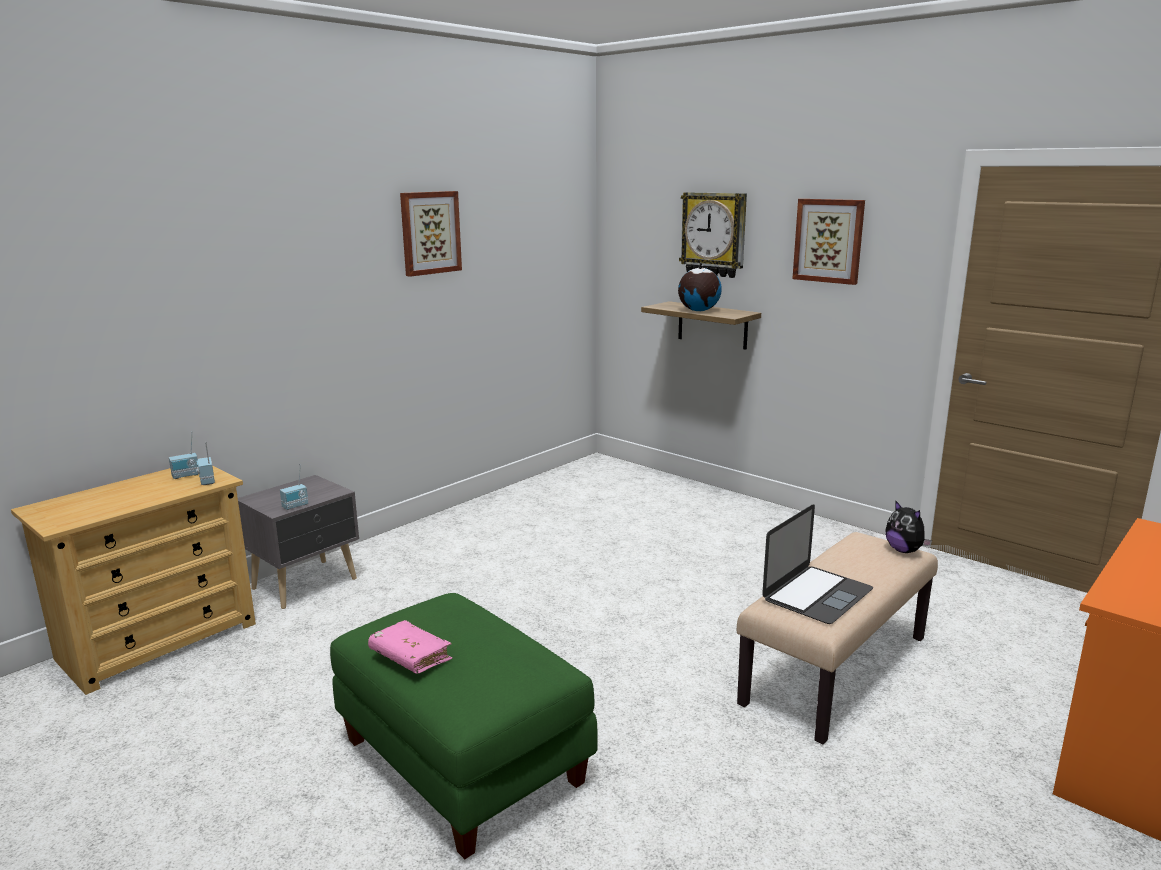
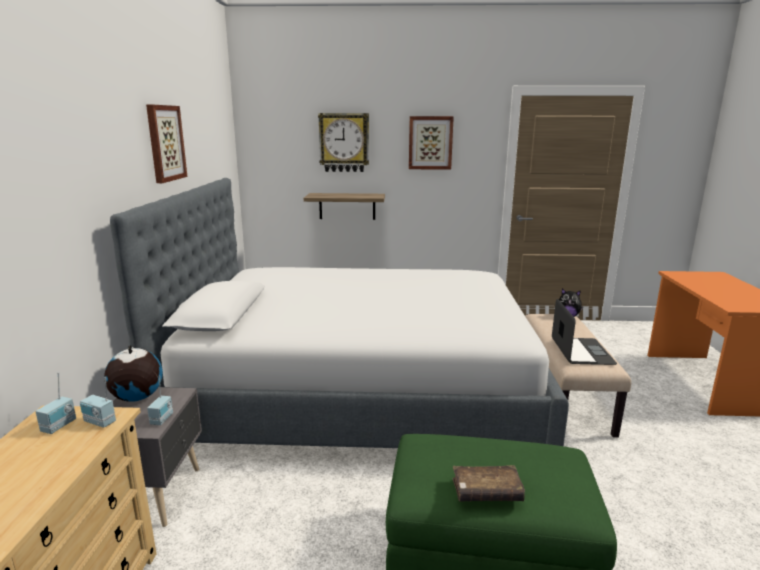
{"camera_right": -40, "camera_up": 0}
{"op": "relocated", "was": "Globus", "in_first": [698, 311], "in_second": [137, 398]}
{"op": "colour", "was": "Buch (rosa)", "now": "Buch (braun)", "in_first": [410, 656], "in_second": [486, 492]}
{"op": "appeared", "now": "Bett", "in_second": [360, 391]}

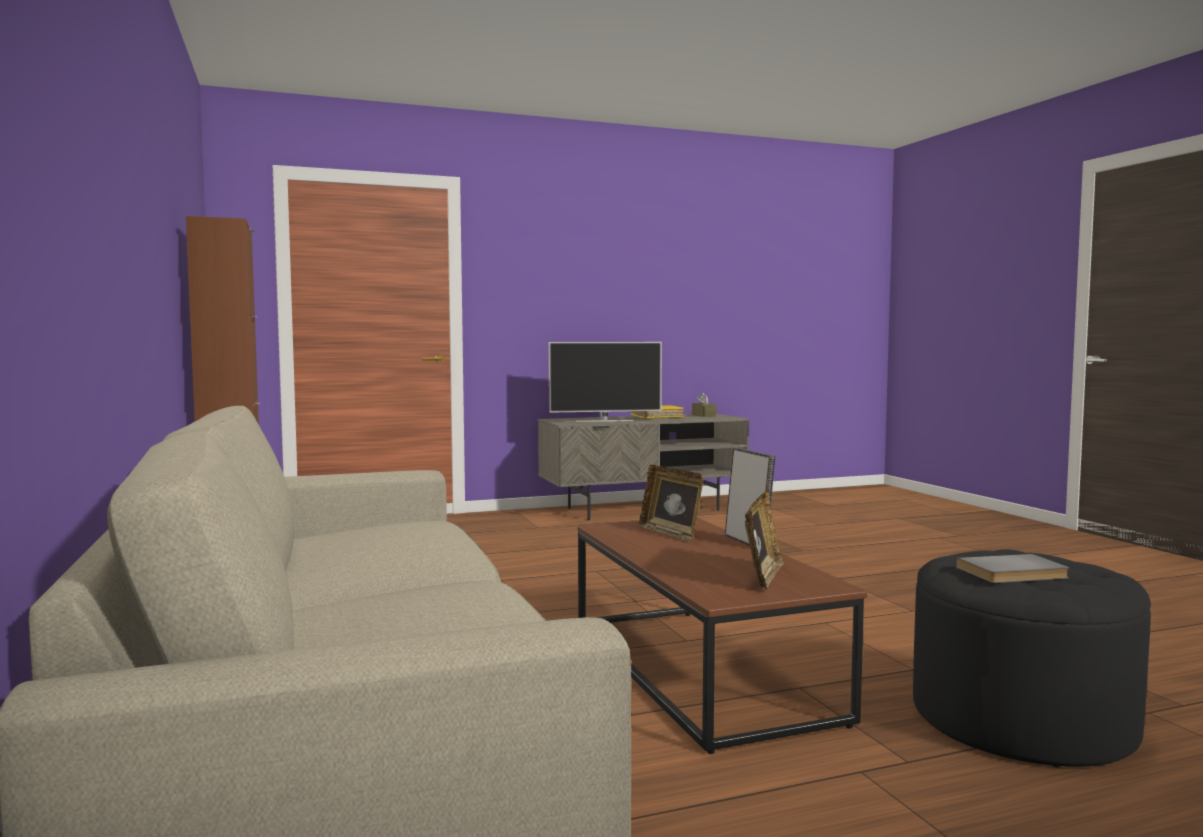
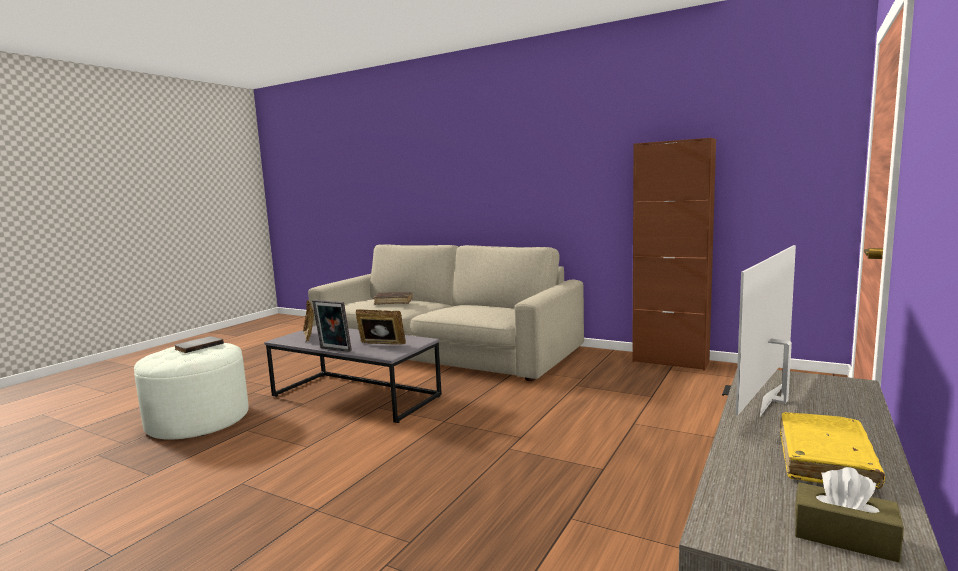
{"camera_right": 140, "camera_up": 5}
{"op": "colour", "was": "Couchtisch (braun)", "now": "Couchtisch (grau)", "in_first": [699, 669], "in_second": [355, 397]}
{"op": "colour", "was": "Polsterhocker (schwarz)", "now": "Polsterhocker (weiß)", "in_first": [1021, 720], "in_second": [198, 420]}
{"op": "appeared", "now": "Buch (braun)", "in_second": [393, 302]}

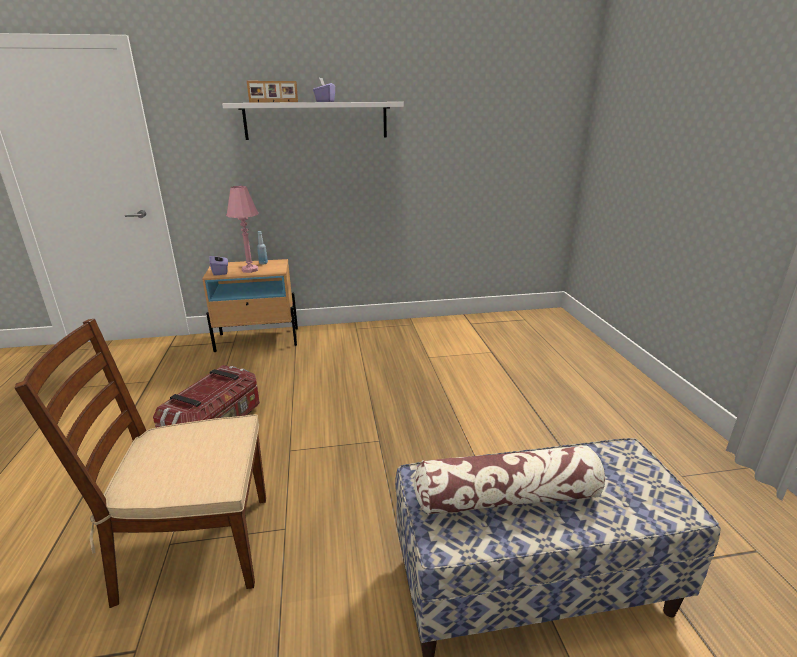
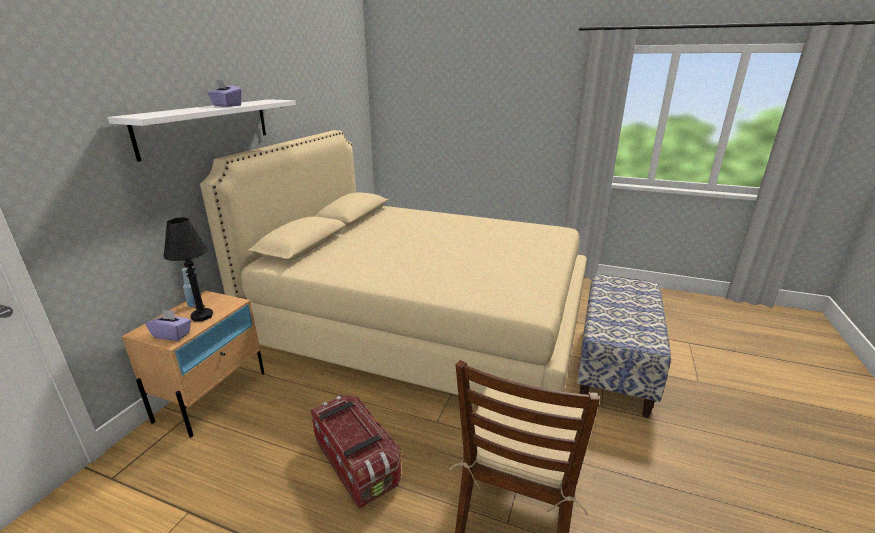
{"camera_right": -60, "camera_up": 0}
{"op": "missing", "was": "Bilderrahmen", "in_first": [273, 102]}
{"op": "colour", "was": "Tischlampe (rosa)", "now": "Tischlampe (schwarz)", "in_first": [250, 270], "in_second": [202, 316]}
{"op": "missing", "was": "Kissen", "in_first": [507, 497]}
{"op": "appeared", "now": "Bett (beige)", "in_second": [424, 326]}

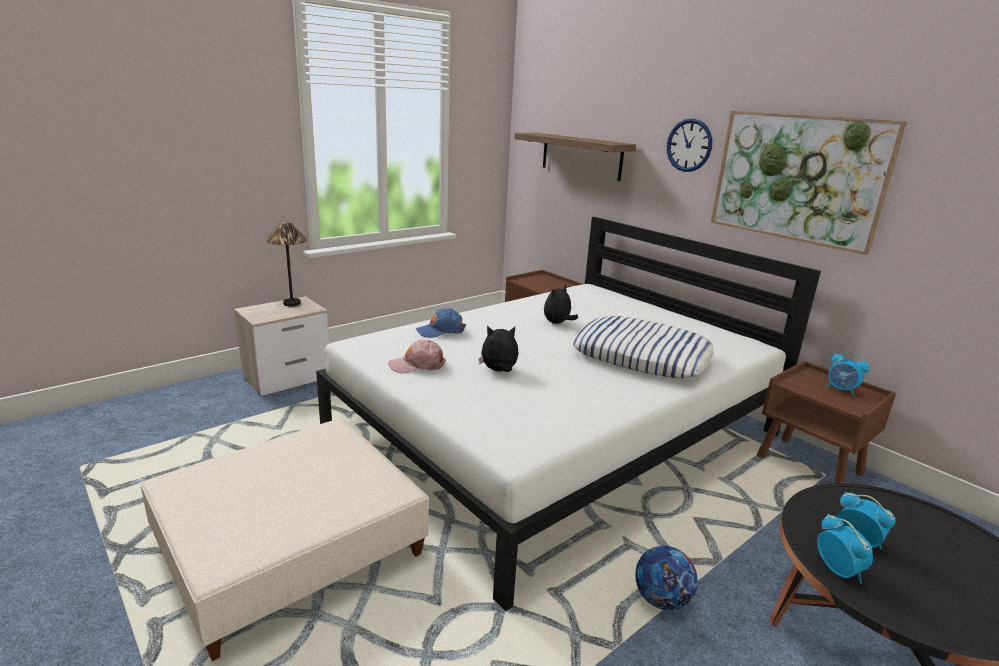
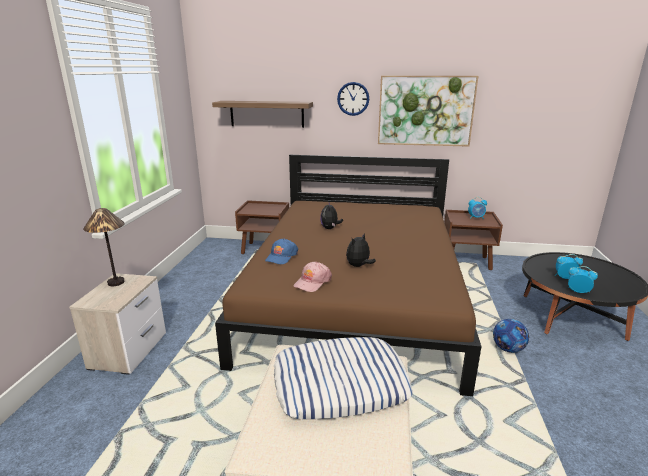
{"camera_right": -40, "camera_up": 0}
{"op": "colour", "was": "Bett (weiß)", "now": "Bett (braun)", "in_first": [558, 432], "in_second": [356, 297]}
{"op": "relocated", "was": "Kissen", "in_first": [641, 356], "in_second": [340, 384]}

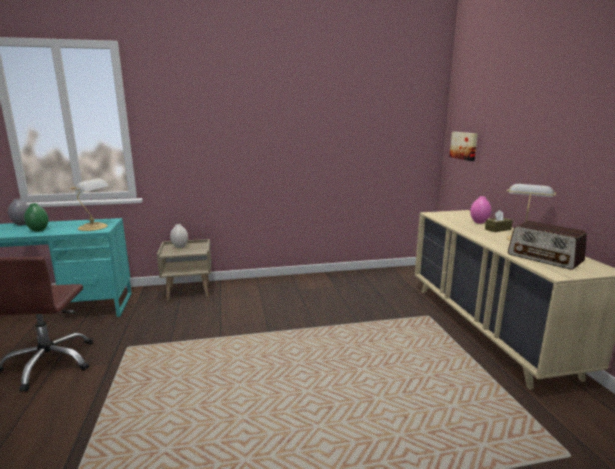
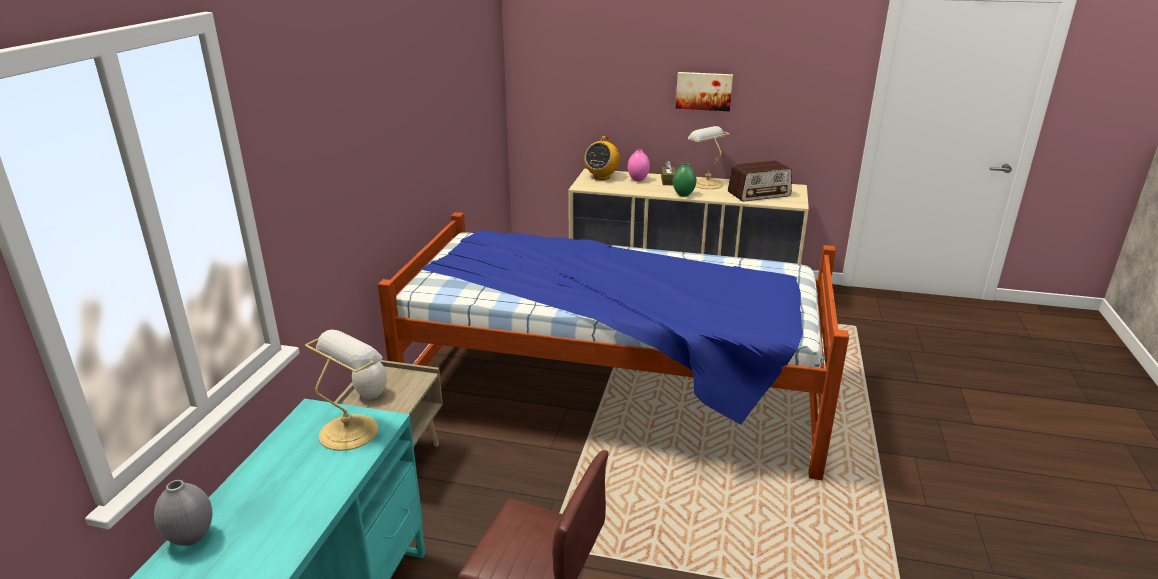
{"camera_right": -65, "camera_up": 10}
{"op": "relocated", "was": "Bild", "in_first": [464, 145], "in_second": [704, 91]}
{"op": "relocated", "was": "Vase (grün)", "in_first": [39, 230], "in_second": [683, 194]}
{"op": "appeared", "now": "Radio", "in_second": [601, 177]}
{"op": "appeared", "now": "Bett", "in_second": [614, 393]}

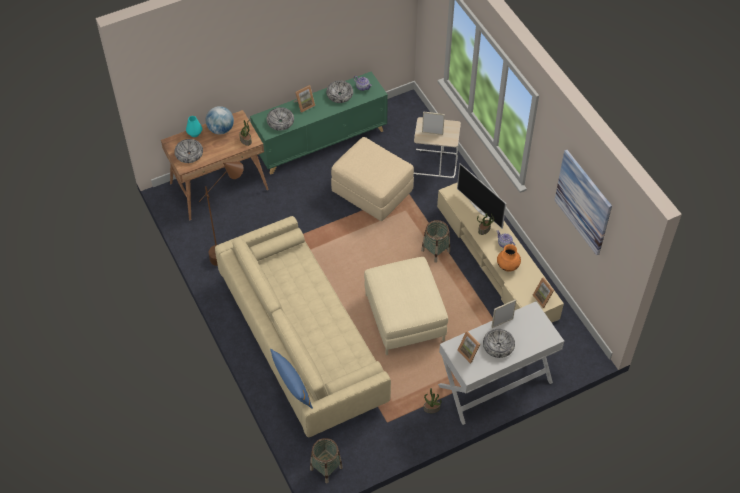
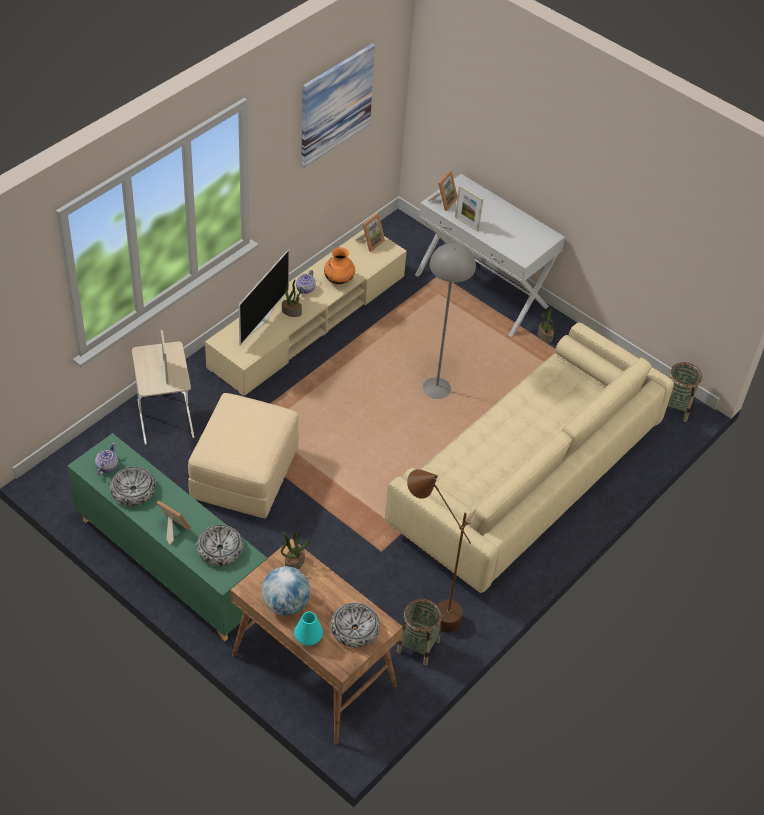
{"camera_right": -115, "camera_up": -5}
{"op": "relocated", "was": "Korb", "in_first": [435, 251], "in_second": [418, 646]}
{"op": "exchanged", "was": "Polsterhocker (beige)", "now": "Stehlampe (grau)", "in_first": [404, 317], "in_second": [436, 389]}
{"op": "missing", "was": "Schüssel", "in_first": [498, 346]}
{"op": "relocated", "was": "Bilderrahmen", "in_first": [469, 352], "in_second": [443, 201]}
{"op": "missing", "was": "Kissen (blau)", "in_first": [292, 386]}

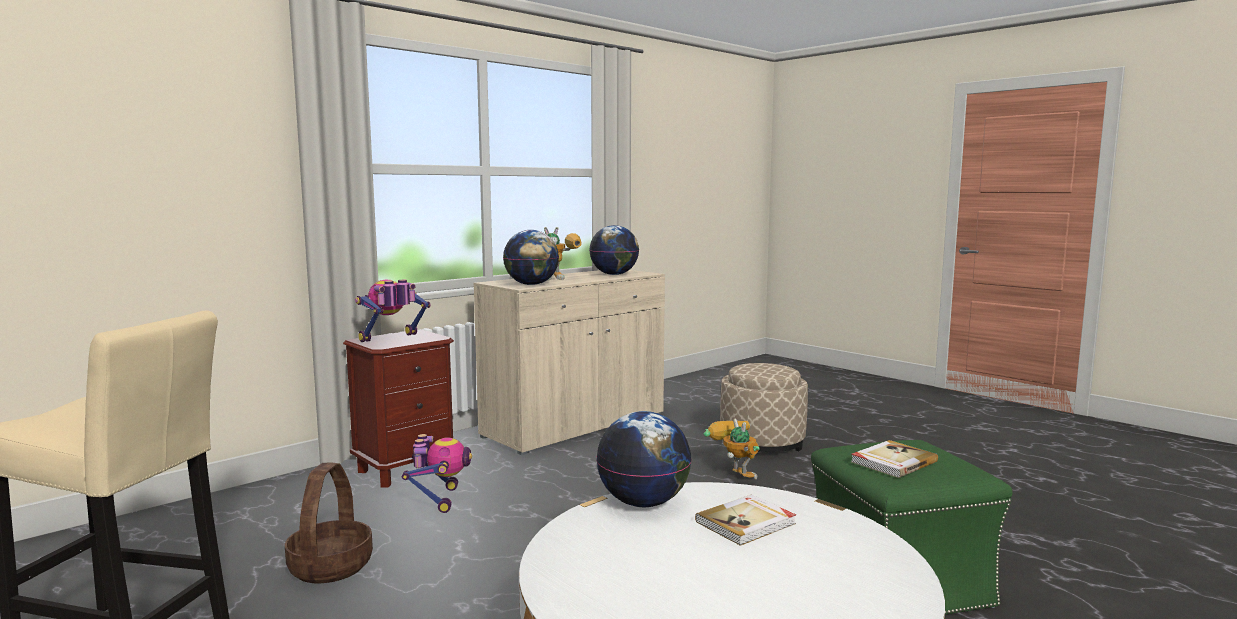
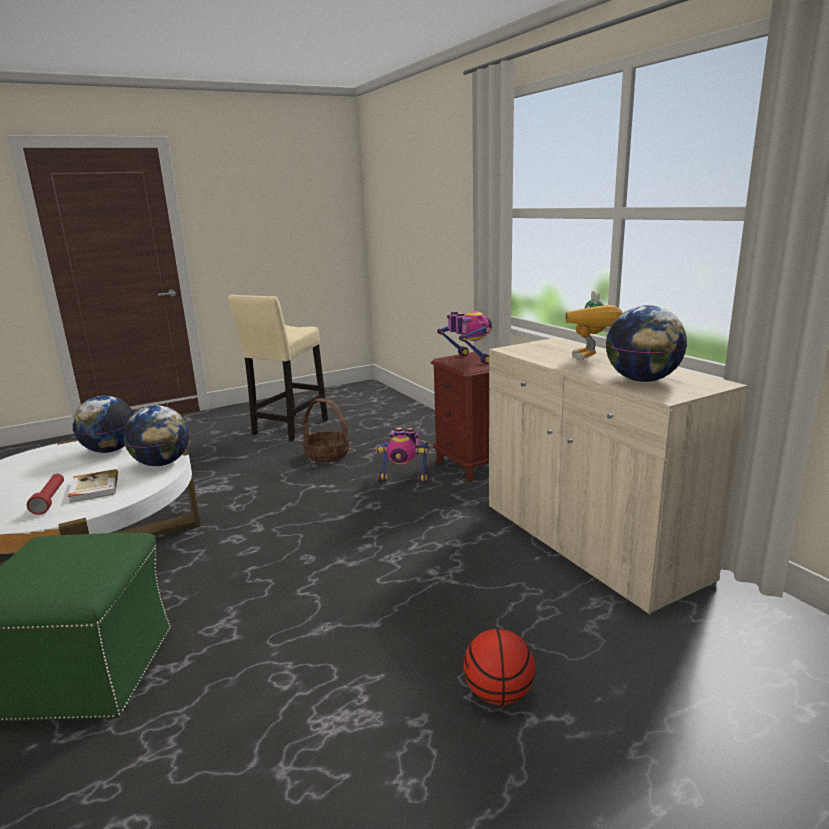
{"camera_right": 105, "camera_up": 10}
{"op": "relocated", "was": "Globus", "in_first": [531, 284], "in_second": [110, 450]}
{"op": "exchanged", "was": "Polsterhocker (beige)", "now": "Basketball", "in_first": [762, 442], "in_second": [499, 694]}
{"op": "missing", "was": "Spielzeugroboter", "in_first": [733, 474]}
{"op": "missing", "was": "Buch", "in_first": [892, 462]}
{"op": "appeared", "now": "Taschenlampe (rot)", "in_second": [50, 500]}

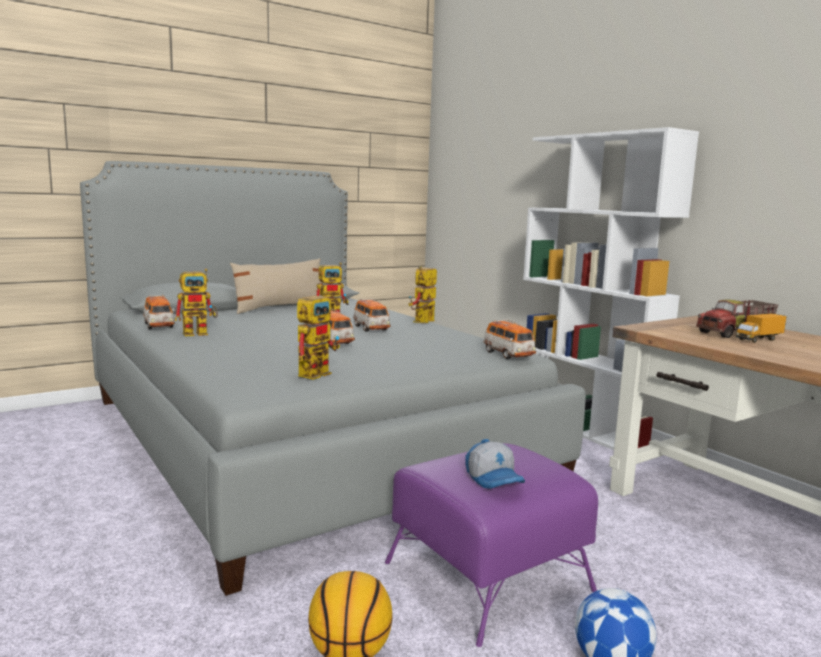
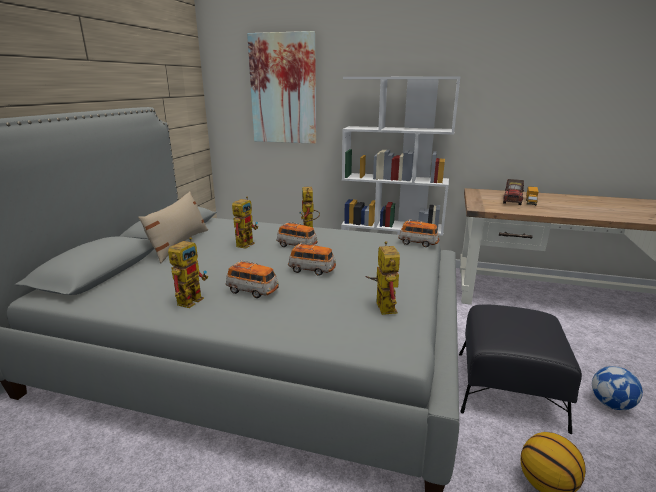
{"camera_right": -40, "camera_up": 10}
{"op": "relocated", "was": "Spielzeugauto", "in_first": [159, 326], "in_second": [252, 291]}
{"op": "missing", "was": "Kappe", "in_first": [494, 479]}
{"op": "colour", "was": "Polsterhocker (lila)", "now": "Polsterhocker (schwarz)", "in_first": [489, 576], "in_second": [508, 388]}
{"op": "appeared", "now": "Bild", "in_second": [283, 89]}

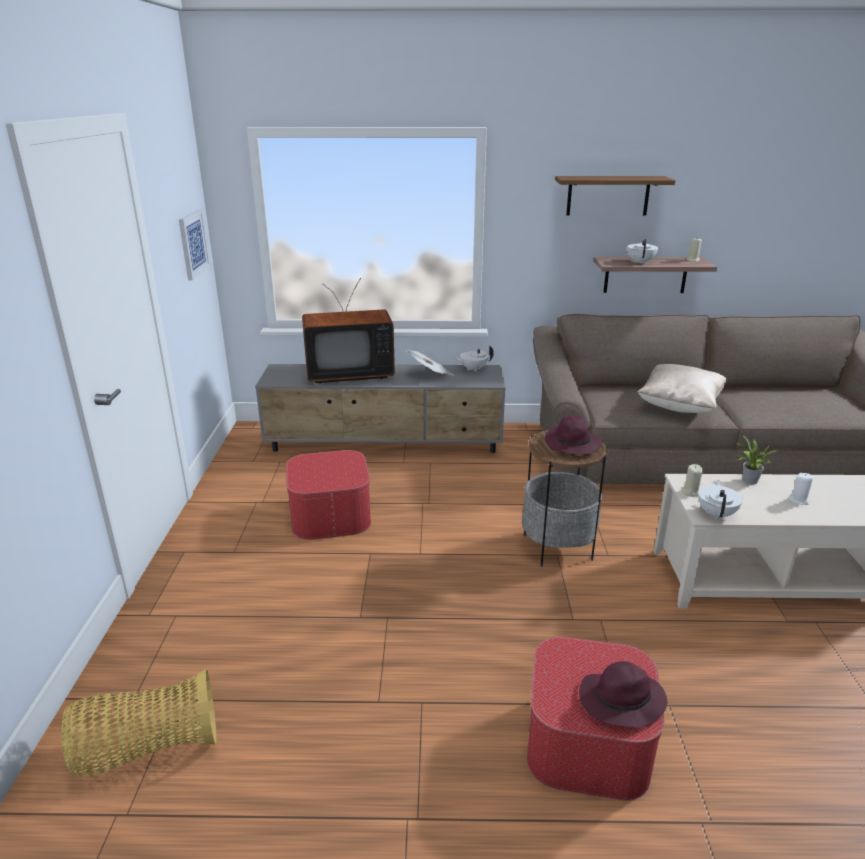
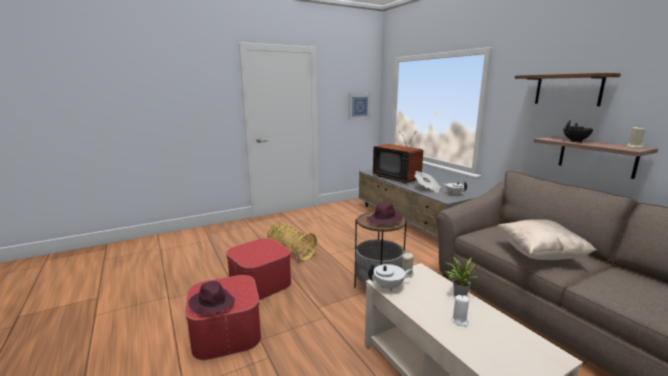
{"camera_right": 60, "camera_up": -10}
{"op": "colour", "was": "Teekanne (weiß)", "now": "Teekanne (schwarz)", "in_first": [641, 262], "in_second": [576, 141]}
{"op": "relocated", "was": "Polsterhocker", "in_first": [330, 515], "in_second": [260, 283]}
{"op": "relocated", "was": "Korb", "in_first": [146, 748], "in_second": [290, 251]}

